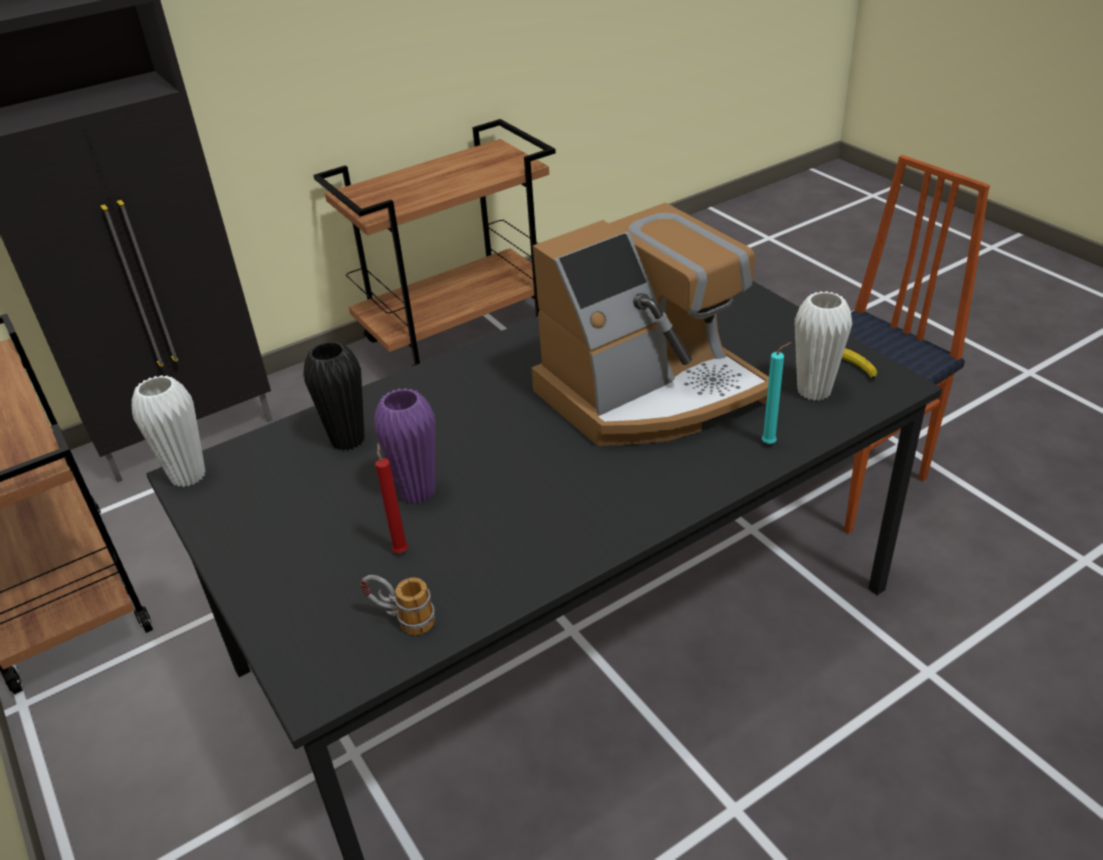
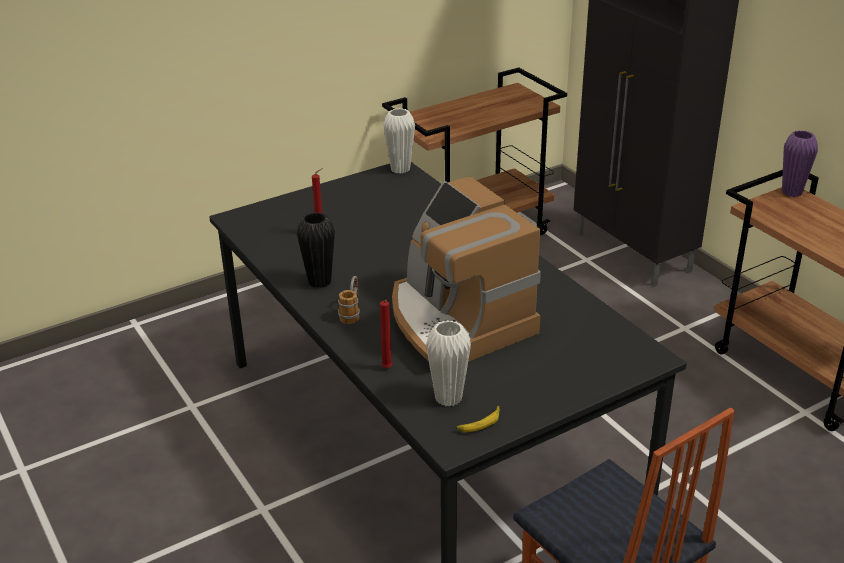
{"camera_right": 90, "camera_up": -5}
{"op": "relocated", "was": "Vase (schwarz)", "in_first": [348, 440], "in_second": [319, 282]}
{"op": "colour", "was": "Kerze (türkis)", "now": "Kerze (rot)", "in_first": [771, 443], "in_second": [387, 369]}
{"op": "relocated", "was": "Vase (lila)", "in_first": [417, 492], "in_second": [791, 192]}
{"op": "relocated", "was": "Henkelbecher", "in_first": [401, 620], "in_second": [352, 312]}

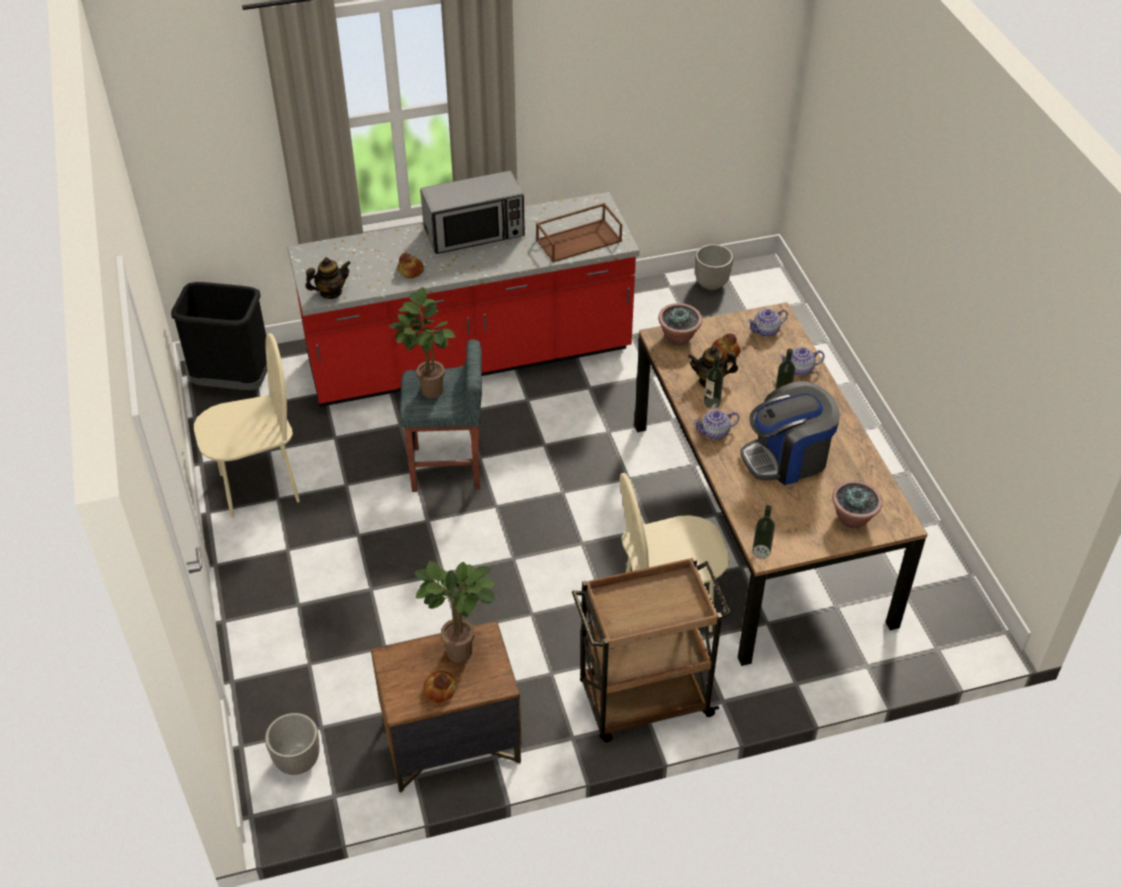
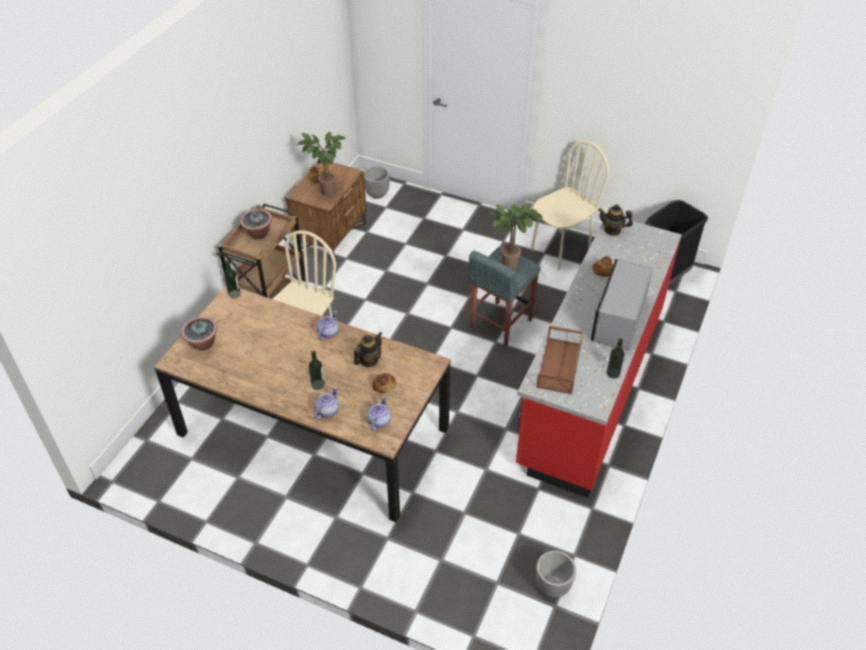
{"camera_right": 130, "camera_up": 0}
{"op": "spun", "was": "Teekanne", "in_first": [331, 292], "in_second": [612, 230], "clockwise": 90}
{"op": "relocated", "was": "Topfpflanze", "in_first": [678, 337], "in_second": [258, 234]}
{"op": "spun", "was": "Stuhl (beige)", "in_first": [259, 487], "in_second": [560, 250], "clockwise": -150}
{"op": "relocated", "was": "Flasche", "in_first": [712, 402], "in_second": [613, 373]}
{"op": "missing", "was": "Kaffeemaschine", "in_first": [787, 458]}

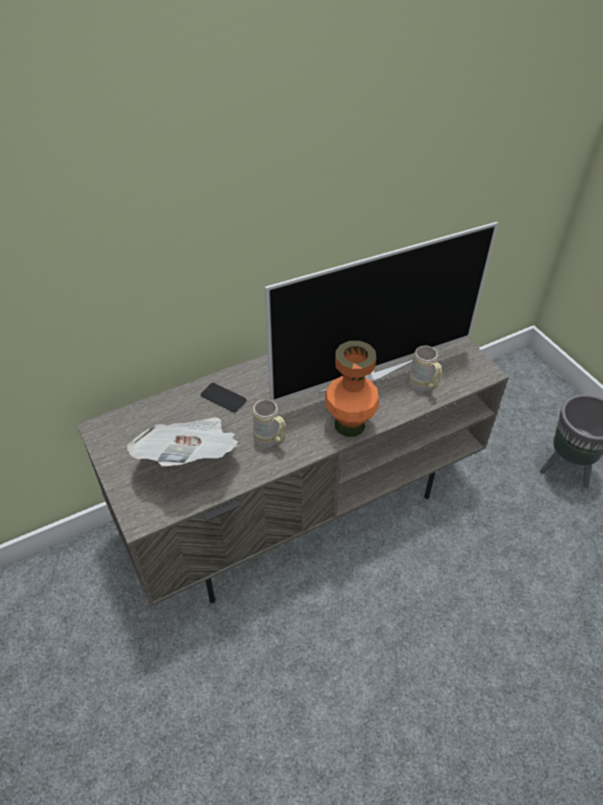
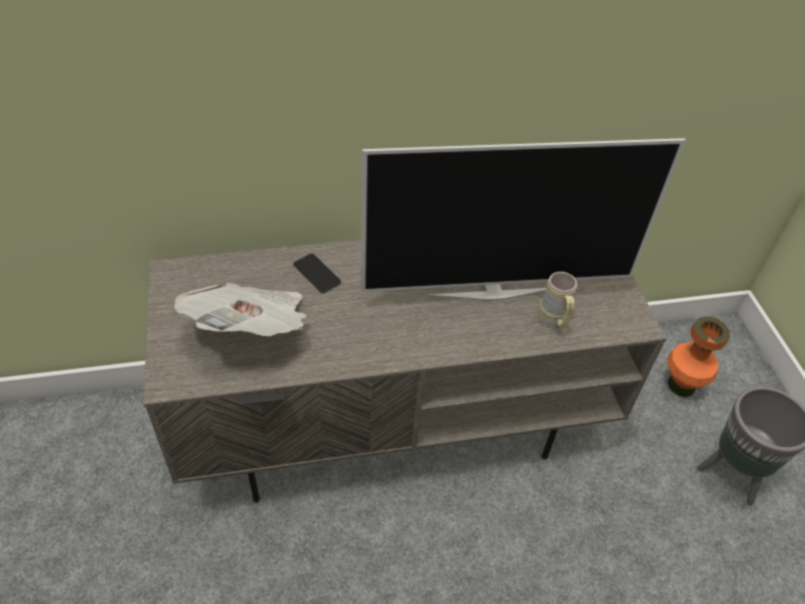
{"camera_right": 15, "camera_up": 0}
{"op": "relocated", "was": "Vase (orange)", "in_first": [350, 425], "in_second": [681, 385]}
{"op": "missing", "was": "Henkelbecher (beige)", "in_first": [270, 441]}

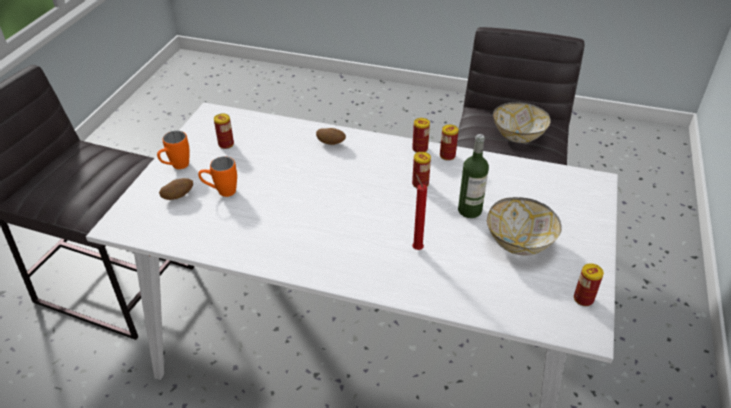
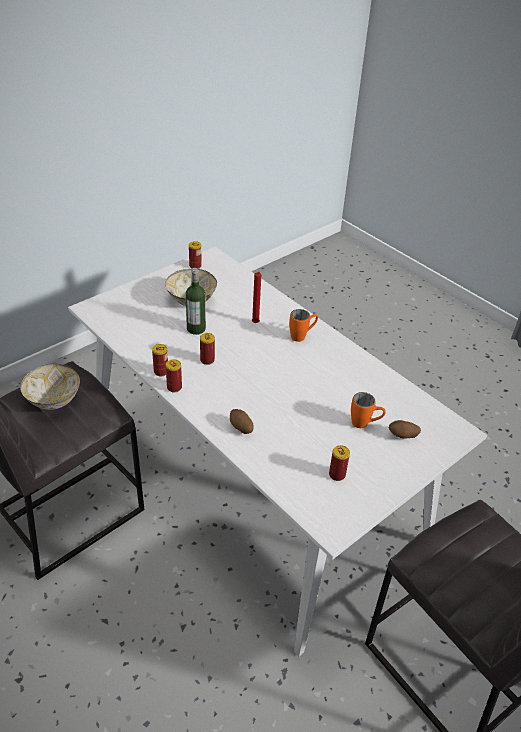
{"camera_right": -150, "camera_up": 0}
{"op": "relocated", "was": "Henkelbecher (orange)", "in_first": [176, 167], "in_second": [302, 336]}

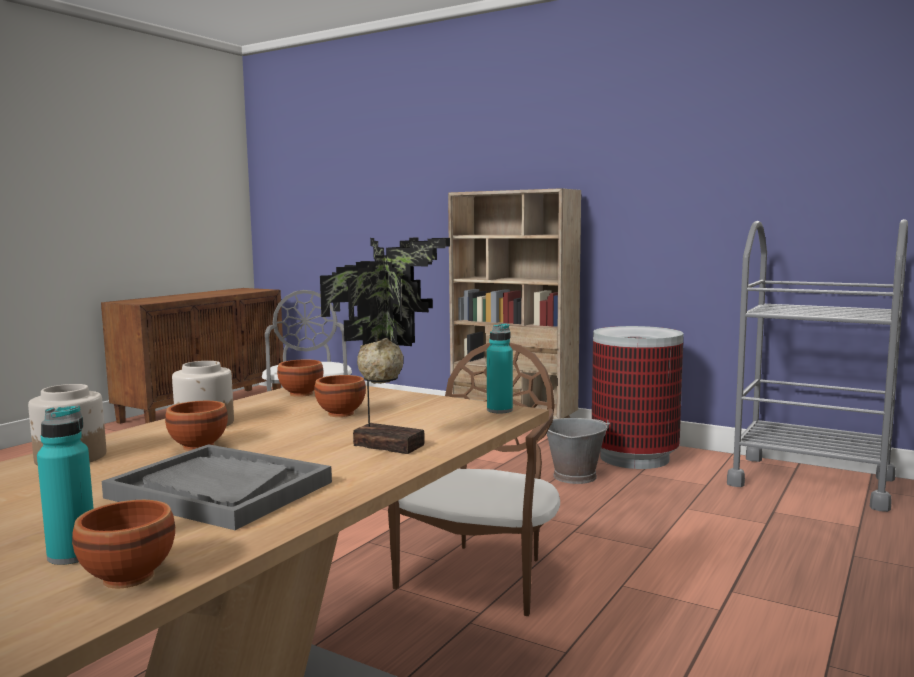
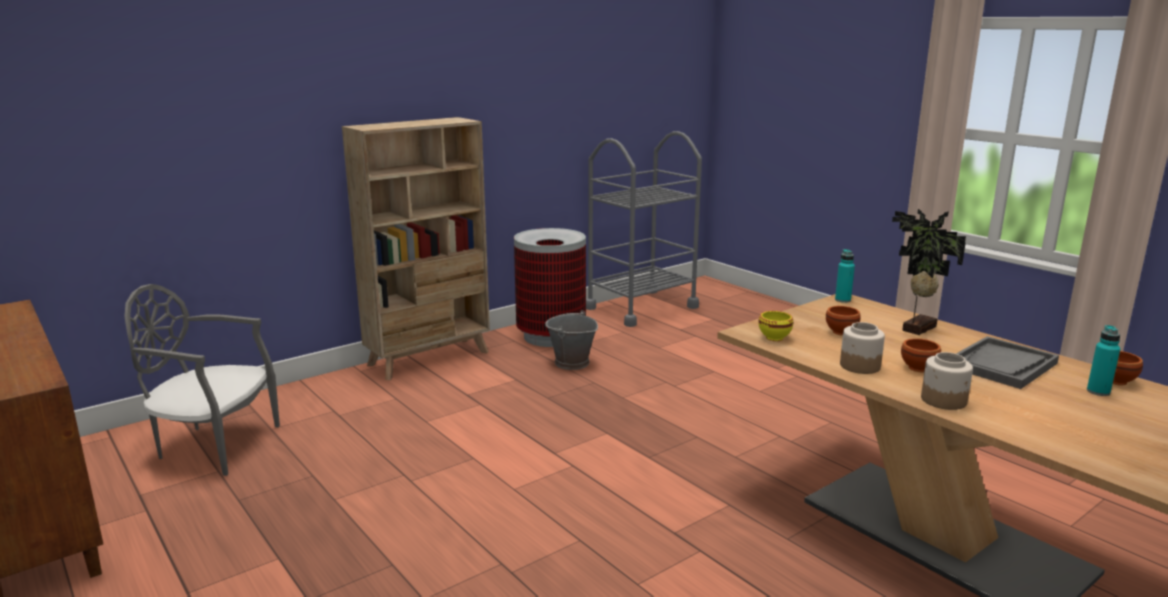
{"camera_right": -70, "camera_up": 10}
{"op": "missing", "was": "Stuhl (braun)", "in_first": [481, 574]}
{"op": "colour", "was": "Schüssel (braun)", "now": "Schüssel (gelb)", "in_first": [301, 394], "in_second": [775, 338]}

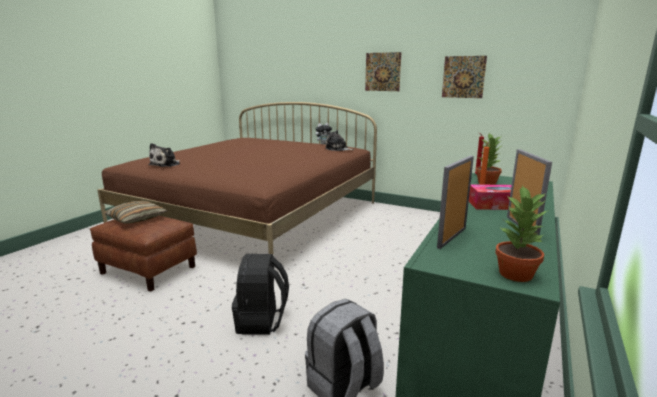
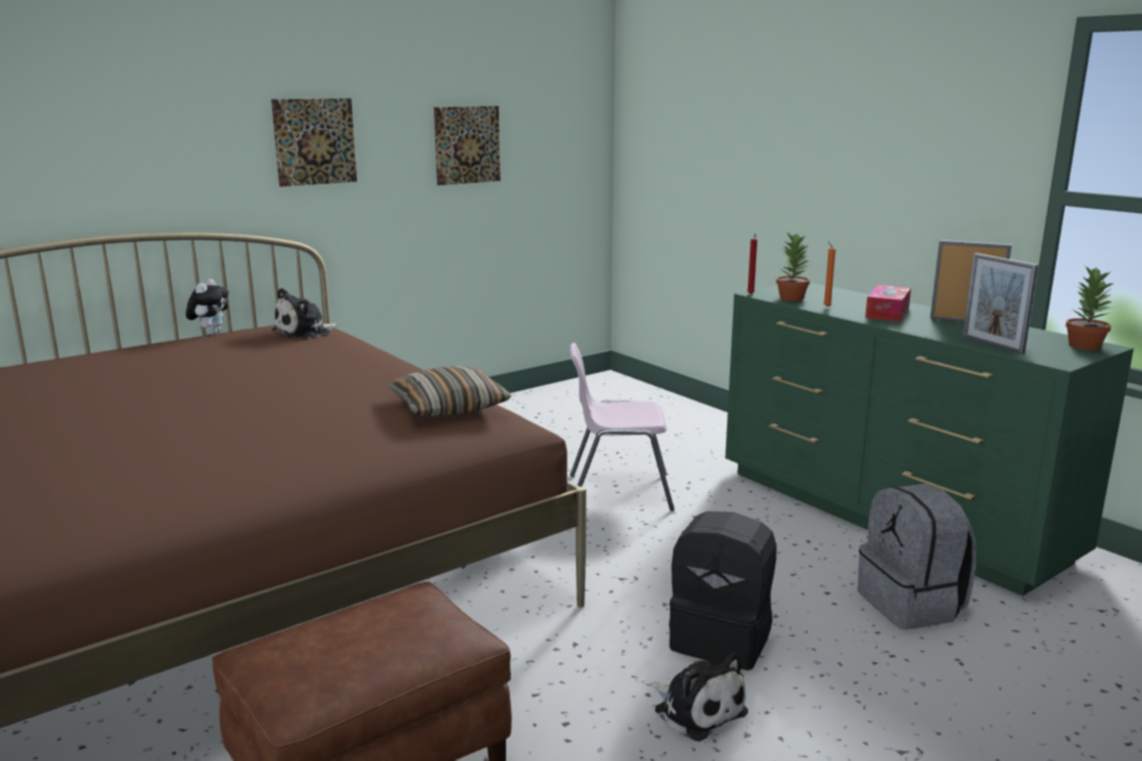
{"camera_right": -65, "camera_up": 0}
{"op": "relocated", "was": "Plüschtier", "in_first": [166, 164], "in_second": [697, 709]}
{"op": "relocated", "was": "Kissen", "in_first": [136, 219], "in_second": [449, 407]}
{"op": "appeared", "now": "Stuhl (rosa)", "in_second": [617, 491]}

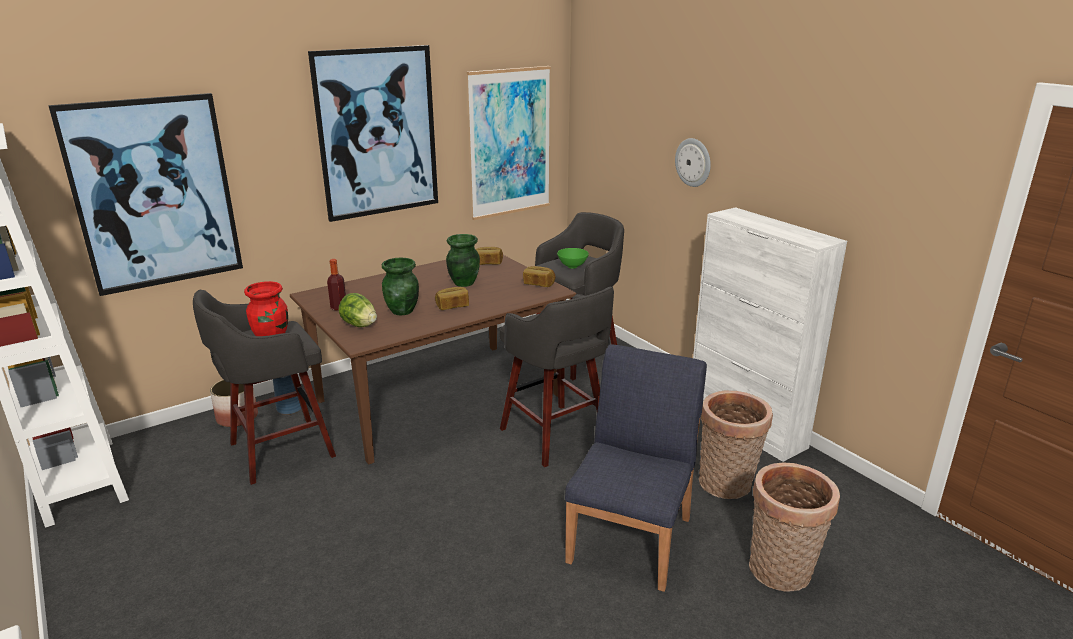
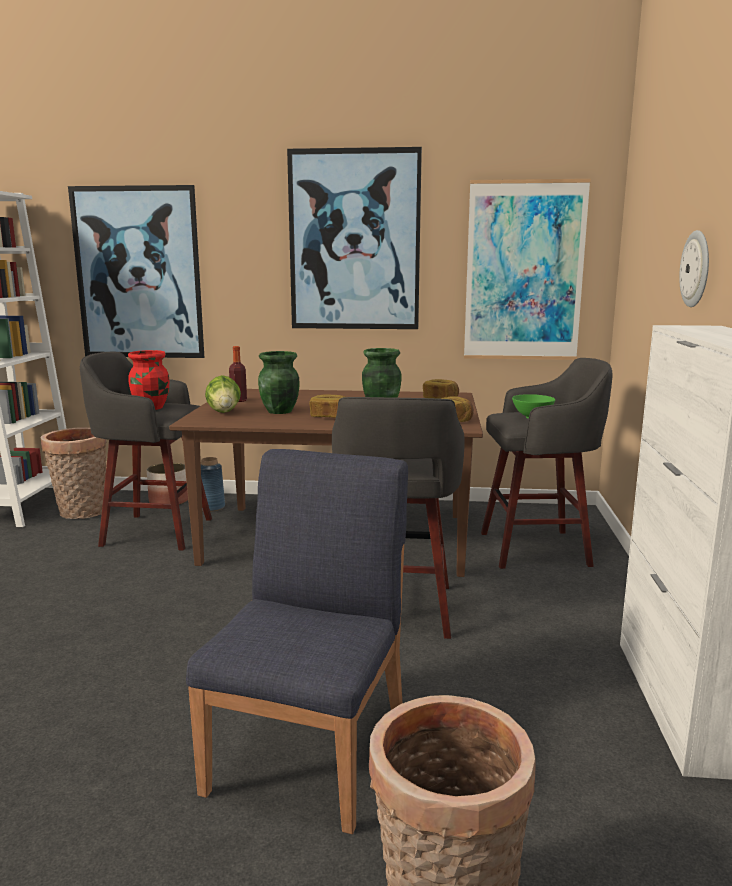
{"camera_right": 40, "camera_up": -10}
{"op": "spun", "was": "Stuhl (blau)", "in_first": [631, 538], "in_second": [311, 750], "clockwise": -45}
{"op": "relocated", "was": "Korb", "in_first": [727, 486], "in_second": [81, 513]}

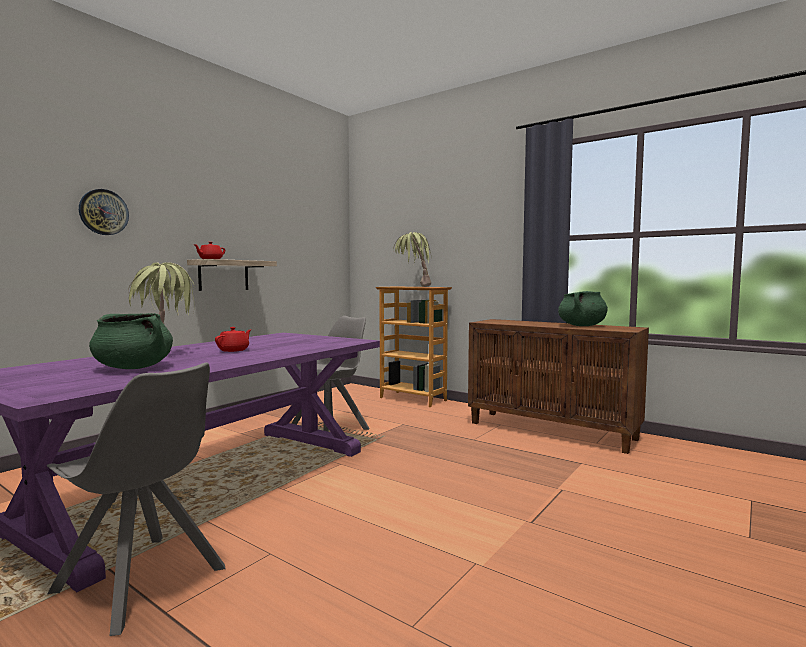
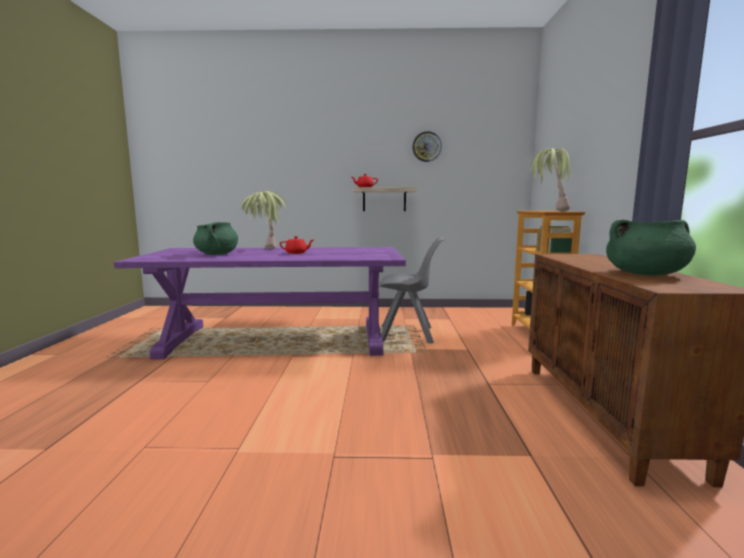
{"camera_right": 55, "camera_up": 5}
{"op": "relocated", "was": "Wanduhr", "in_first": [103, 212], "in_second": [426, 146]}
{"op": "missing", "was": "Stuhl (grau)", "in_first": [143, 582]}

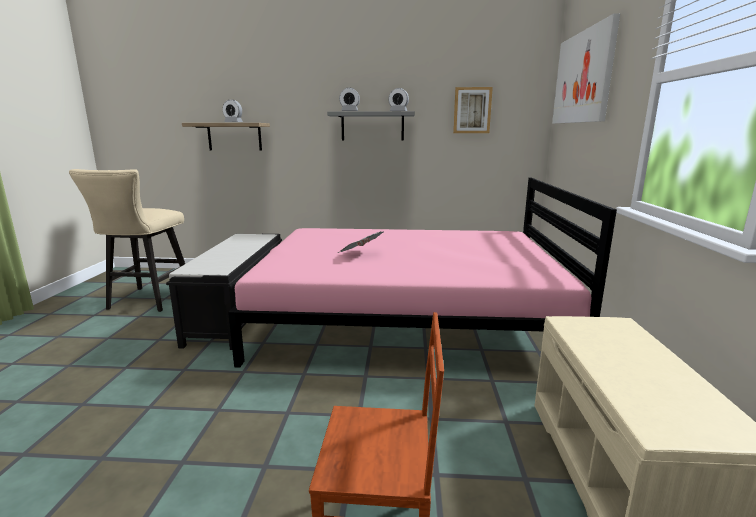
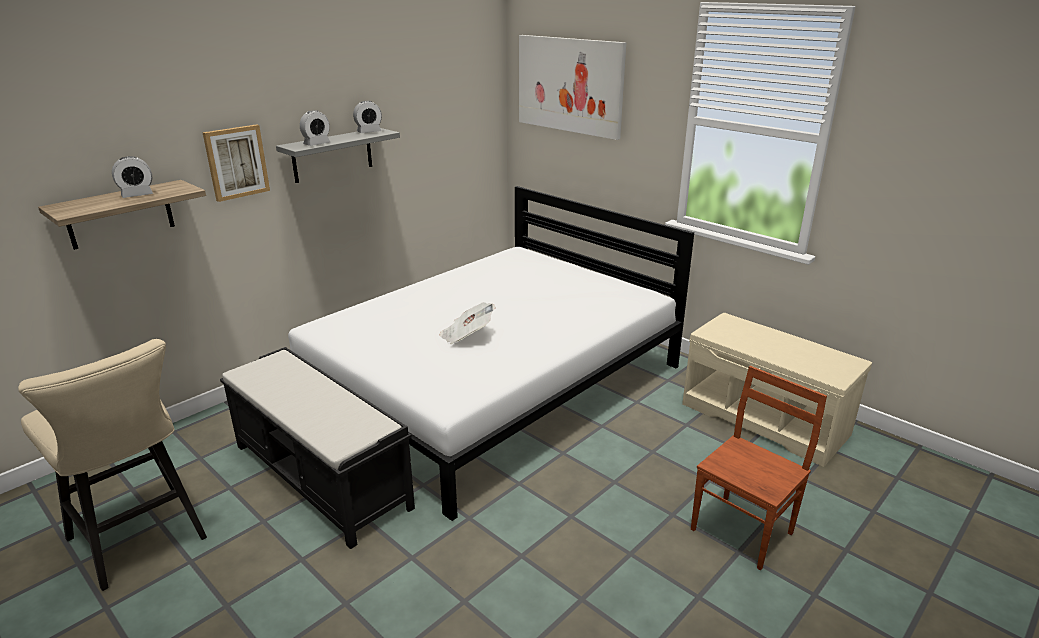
{"camera_right": -50, "camera_up": 10}
{"op": "relocated", "was": "Bild", "in_first": [472, 110], "in_second": [236, 162]}
{"op": "colour", "was": "Bett (rosa)", "now": "Bett (weiß)", "in_first": [408, 318], "in_second": [494, 383]}

